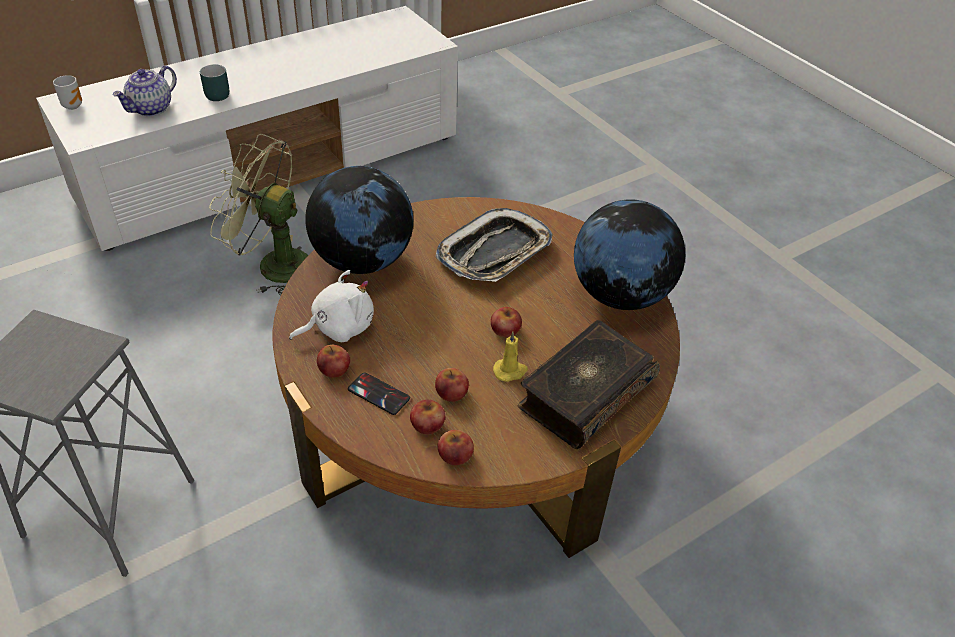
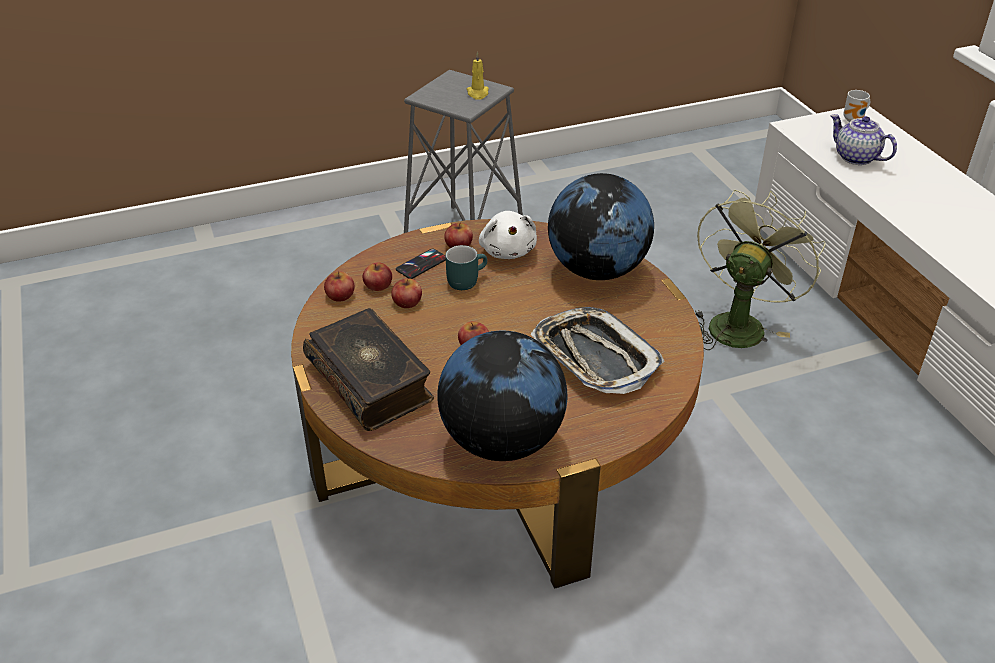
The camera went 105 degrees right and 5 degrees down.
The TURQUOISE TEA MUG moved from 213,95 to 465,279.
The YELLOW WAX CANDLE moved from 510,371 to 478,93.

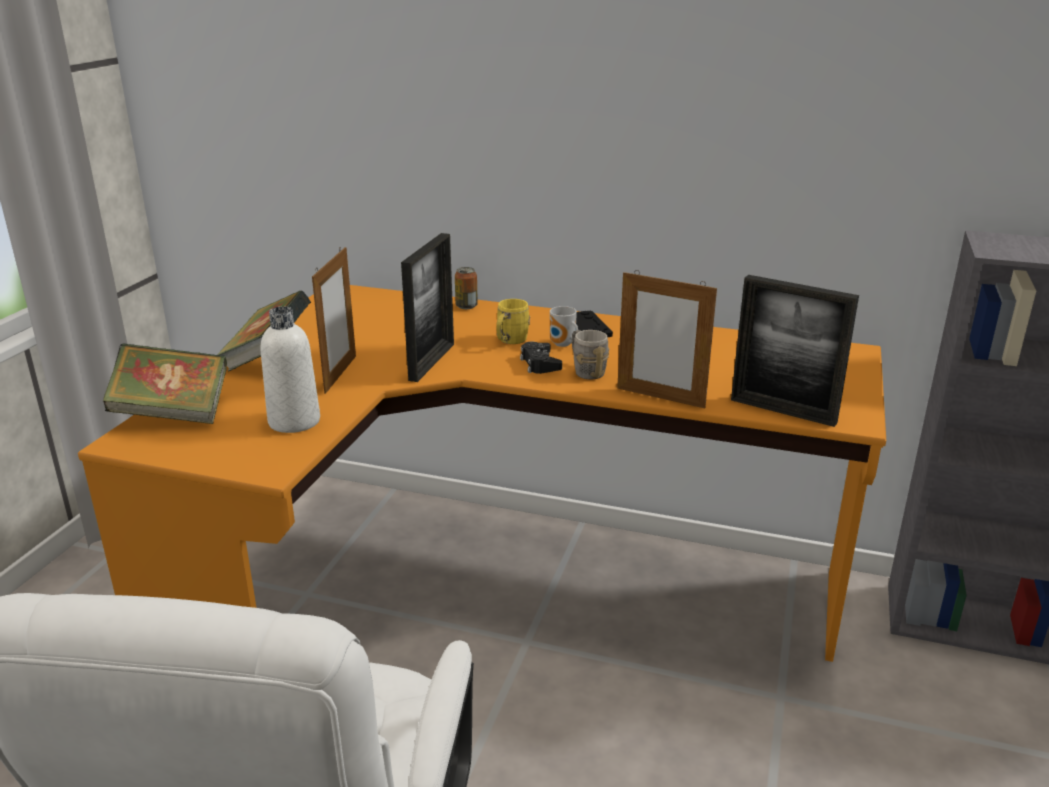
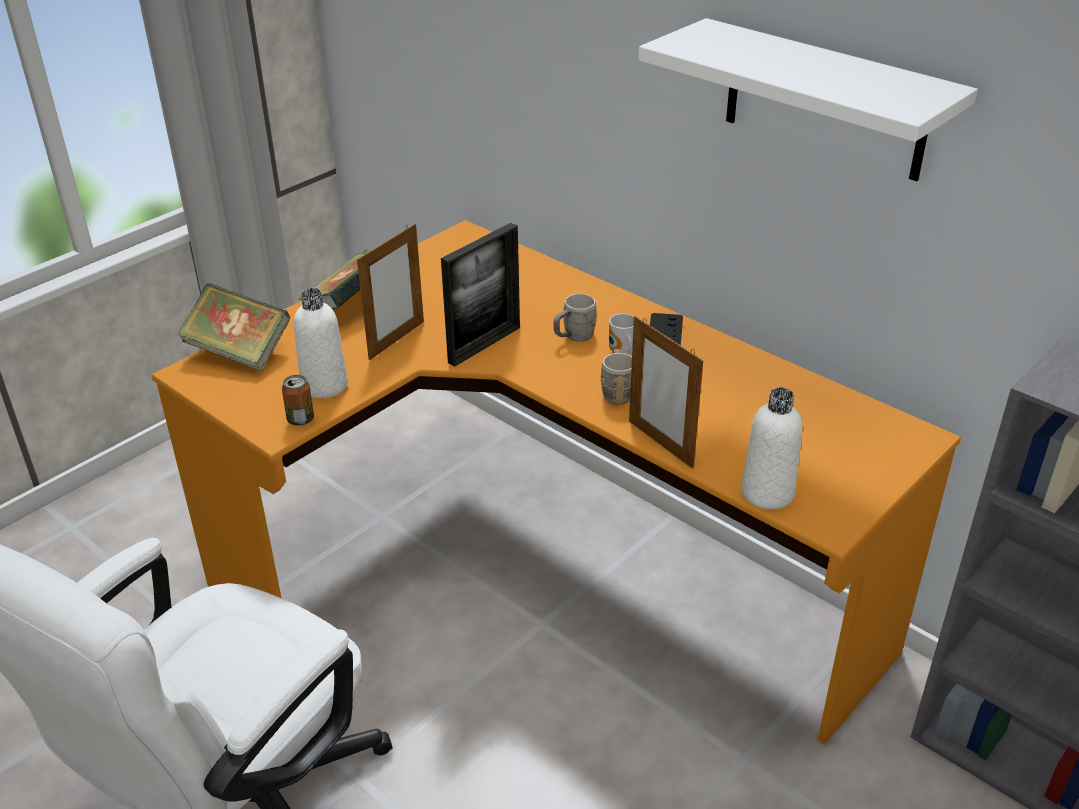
The camera went 25 degrees right and 10 degrees up.
The CAN moved from 466,306 to 300,419.
The YELLOW TEA MUG at 510,341 became the GRAY TEA MUG at 574,337.
The WHITE-COLOURED WALL SHELF at 825,100 appeared.
The STANDING FRAME at 783,411 was replaced by the WHITE-COLOURED DRINK BOTTLE at 767,493.
The BLACKISH GAMEPAD at 540,364 disappeared.

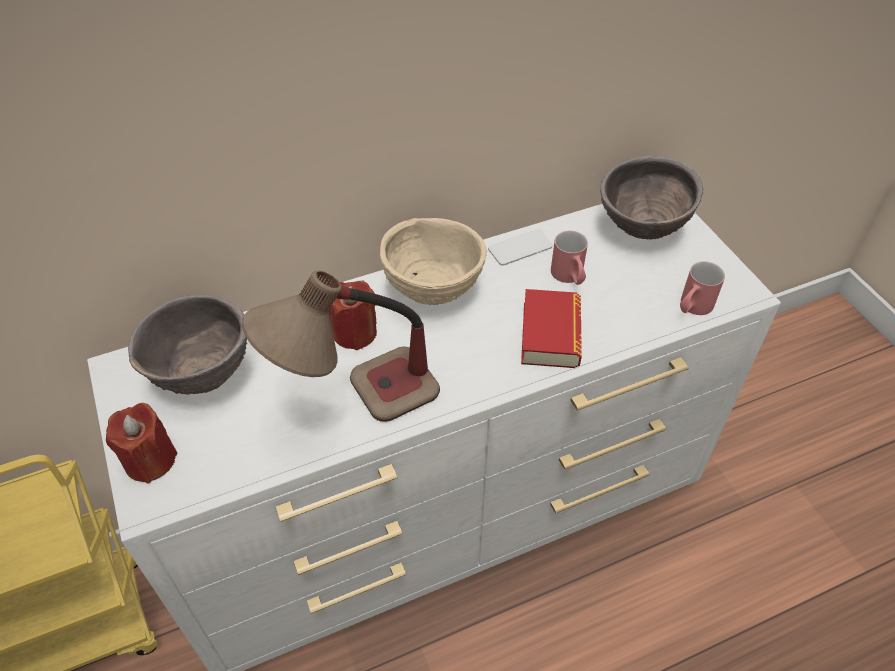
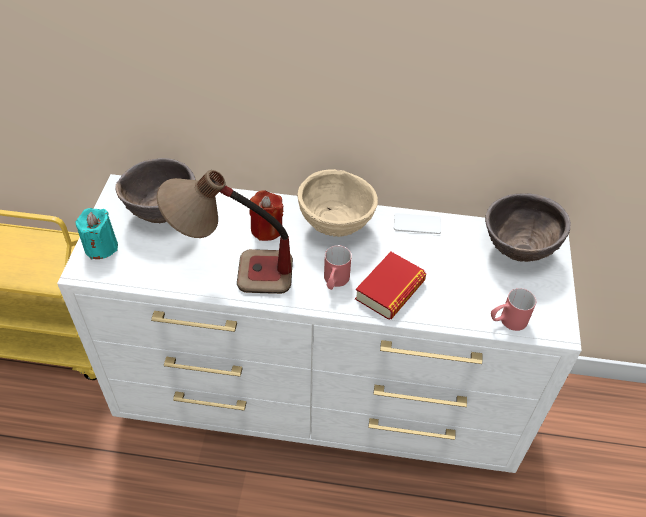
The camera went 30 degrees right and 0 degrees up.
The RED-COLOURED WAX CANDLE at 150,460 became the TURQUOISE WAX CANDLE at 101,247.
The RED-COLOURED TEA MUG moved from 569,278 to 334,282.

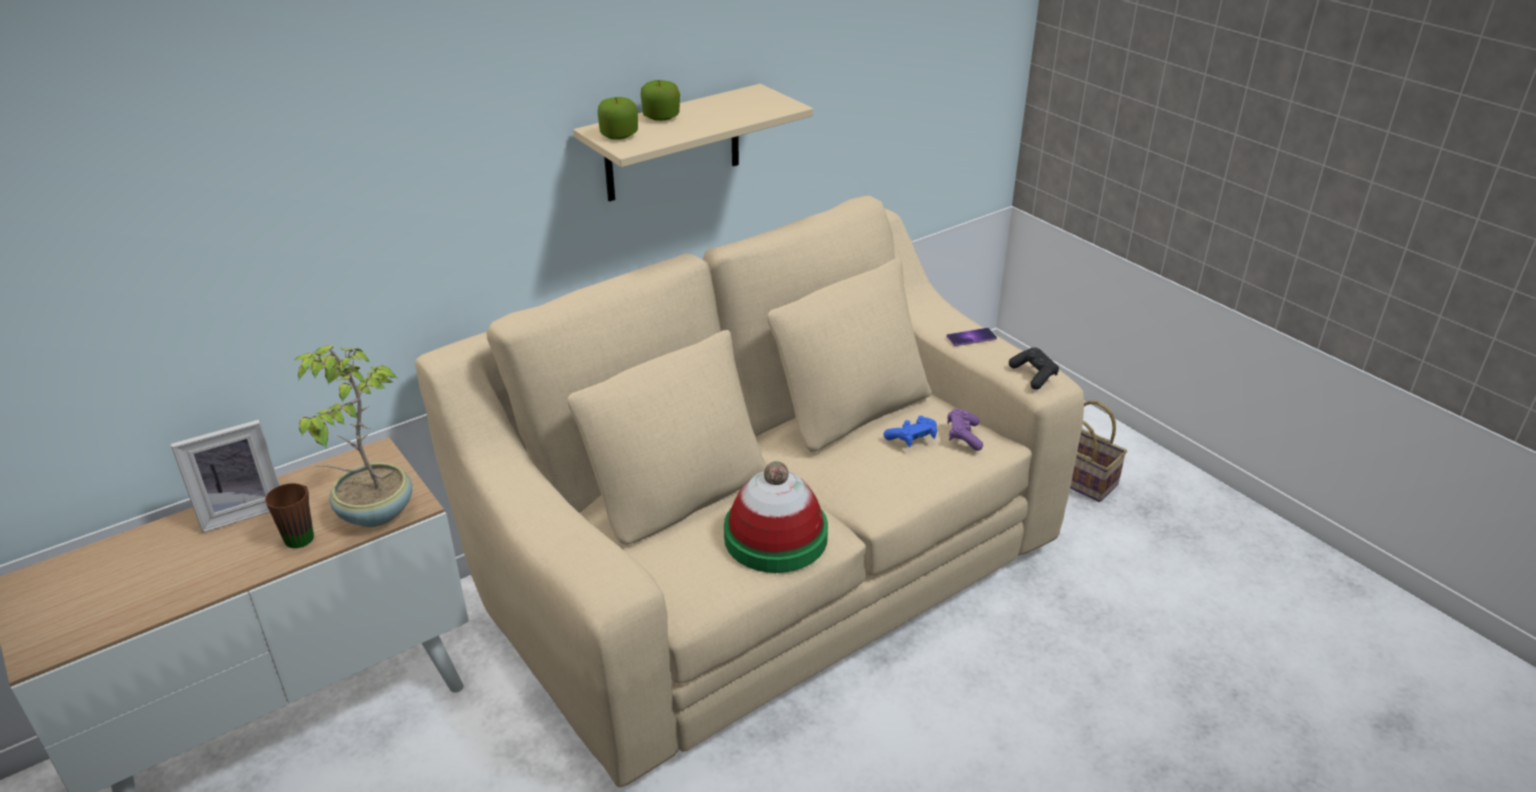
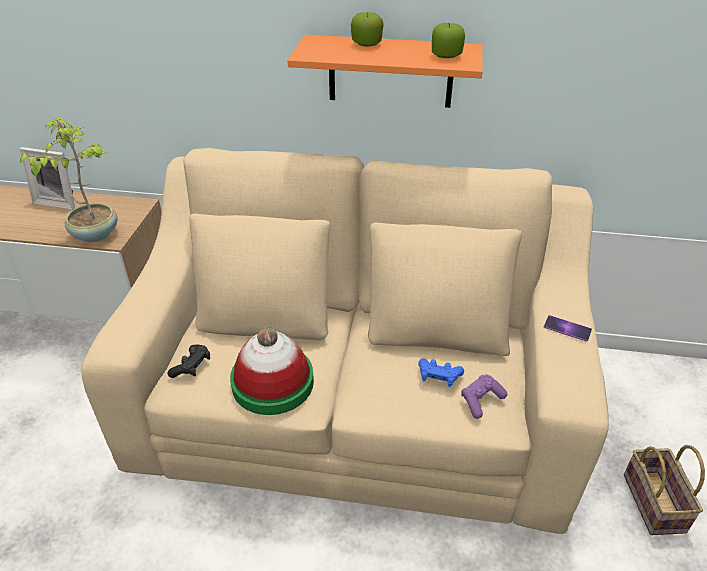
The camera went 45 degrees right and 5 degrees up.
The BLACKISH GAMEPAD moved from 1033,375 to 192,367.
The BEIGE WALL SHELF at 672,144 became the ORANGE-COLOURED WALL SHELF at 390,71.
The APPLE FRUIT moved from 619,135 to 446,55.
The BROWN-COLOURED TEA MUG at 302,533 disappeared.

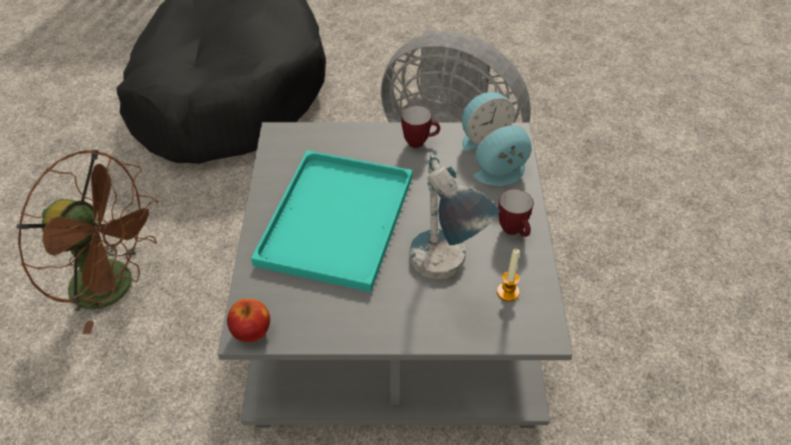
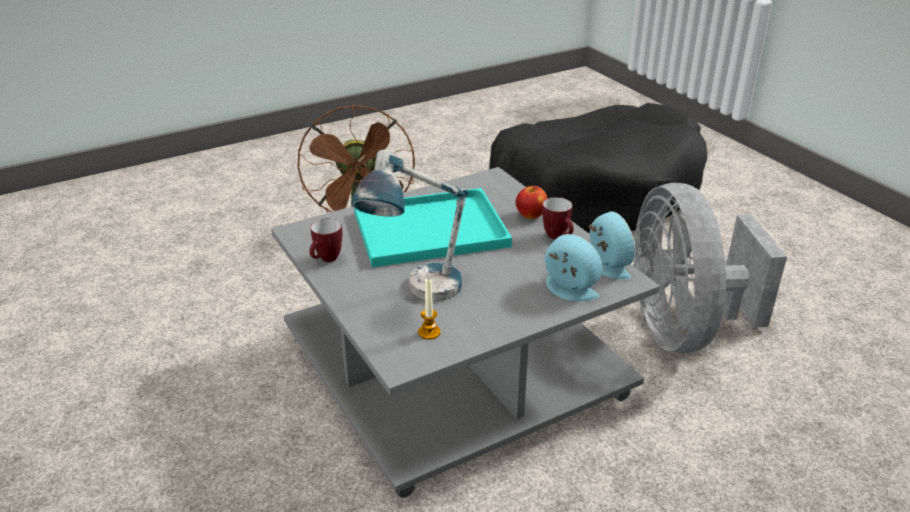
The camera went 60 degrees right and 15 degrees down.
The TEA MUG moved from 514,232 to 326,260.
The APPLE FRUIT moved from 251,332 to 530,215.
The BEDSIDE CLOCK at 483,136 turned 150 degrees counterclockwise.

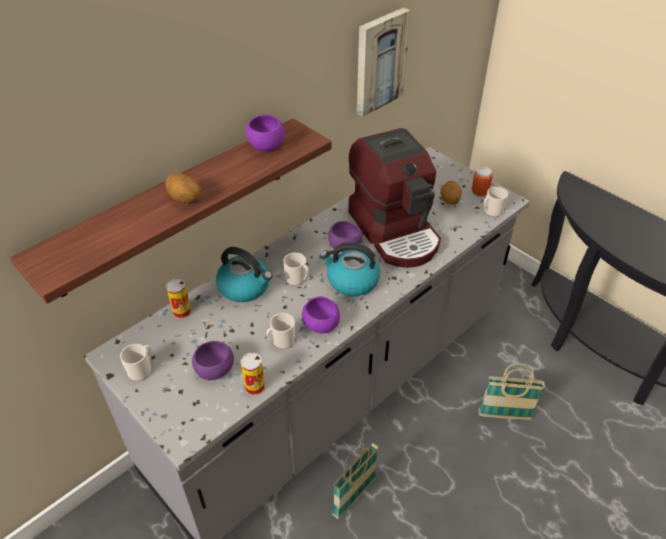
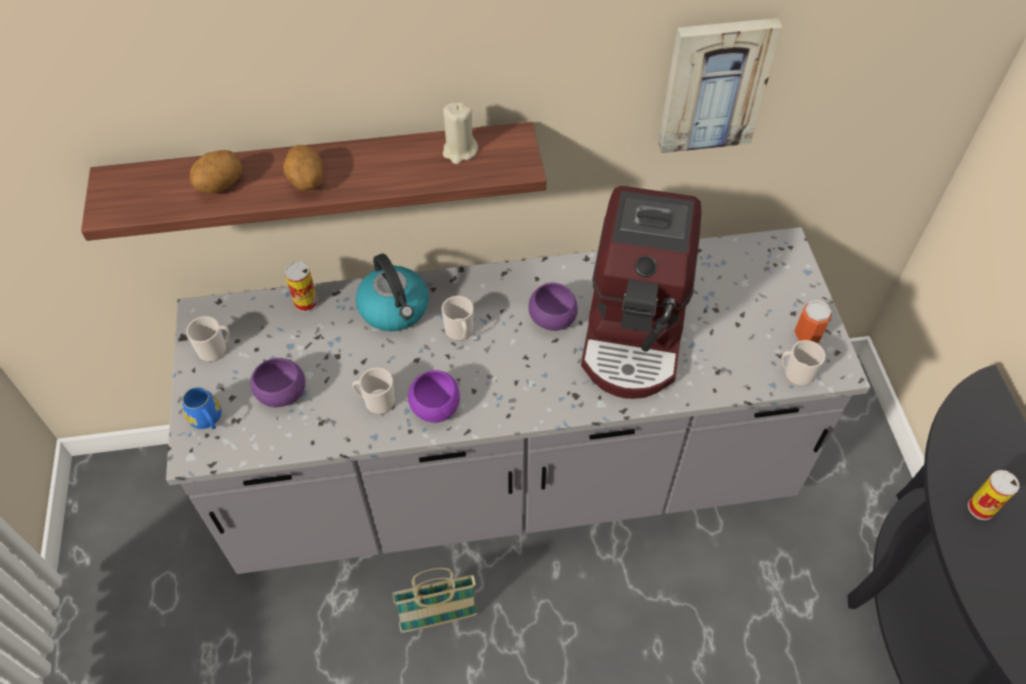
The camera went 35 degrees right and 10 degrees up.
The BLUE TEA MUG at 207,420 appeared.
The WHOLE POTATO moved from 449,201 to 220,185.
The PURPLISH SERVING BOWL at 266,147 was replaced by the BEIGE WAX CANDLE at 459,151.
The CAN moved from 254,387 to 981,508.
The WATER KETTLE at 351,281 disappeared.
The HOUSEHOLD BASKET at 504,415 disappeared.

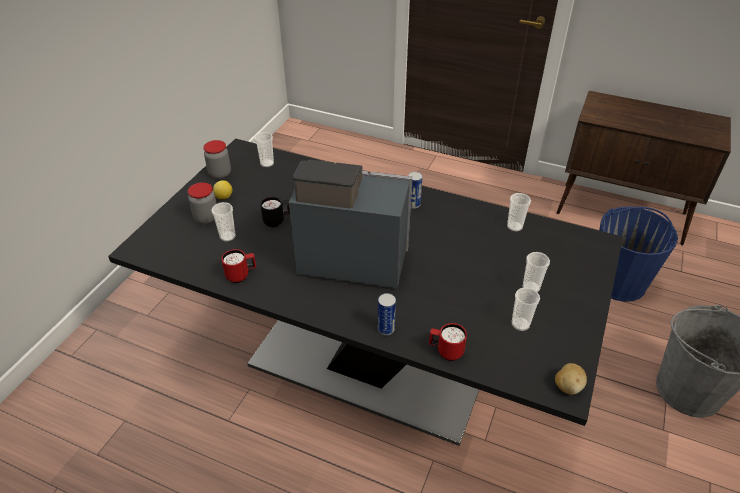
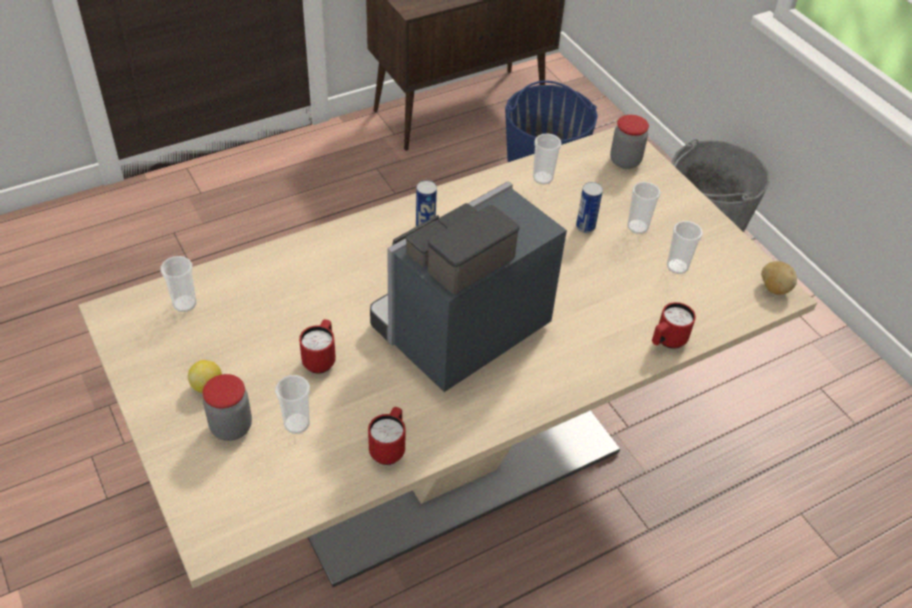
The camera went 55 degrees left and 5 degrees up.
The BLACKISH KITCHEN TABLE at 369,363 became the BEIGE KITCHEN TABLE at 446,458.
The BLACKISH TEA MUG at 277,221 became the RED-COLOURED TEA MUG at 321,359.
The CAN moved from 386,329 to 585,227.
The PRESERVE JAR moved from 220,173 to 625,161.

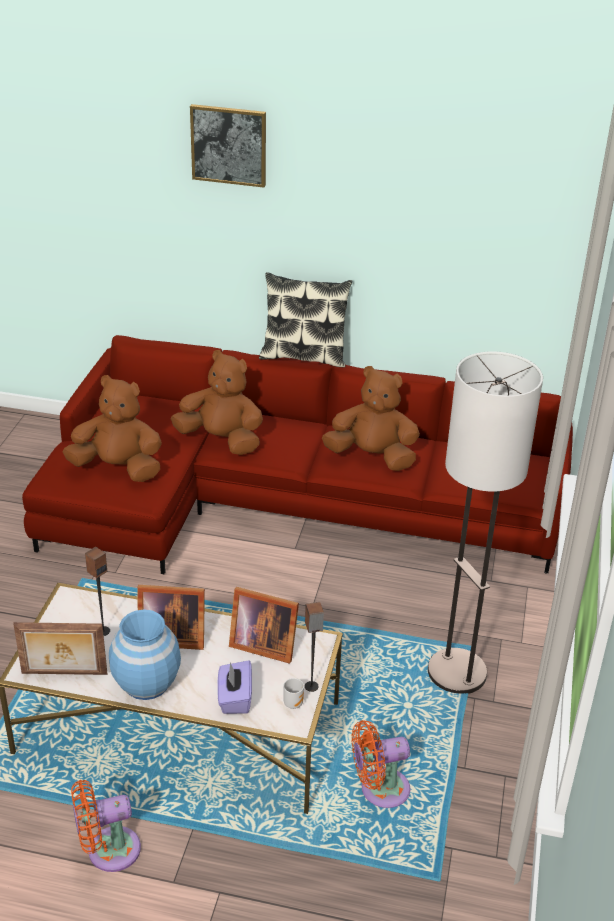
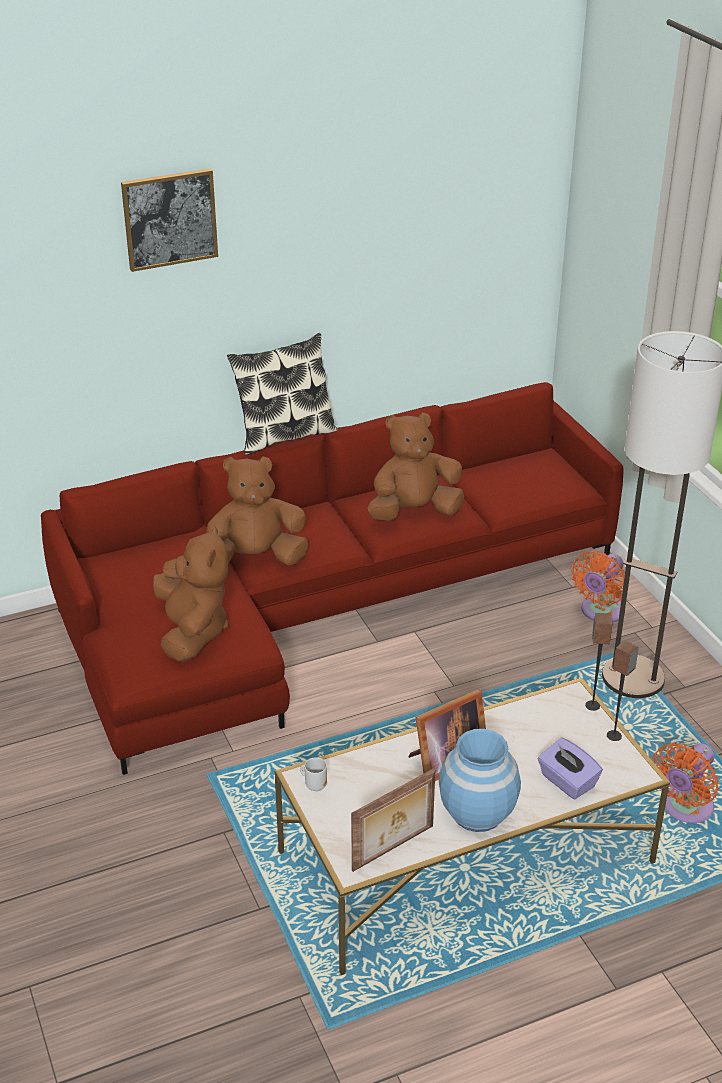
The camera went 35 degrees left and 0 degrees up.
The BROWN-COLOURED PLUSH TOY at 118,468 turned 105 degrees clockwise.
The TEA MUG moved from 293,703 to 315,785.
The ORANGE-COLOURED FAN moved from 108,851 to 600,612.
The SPEAKER moved from 103,631 to 592,705.
The STANDING FRAME at 262,644 disappeared.

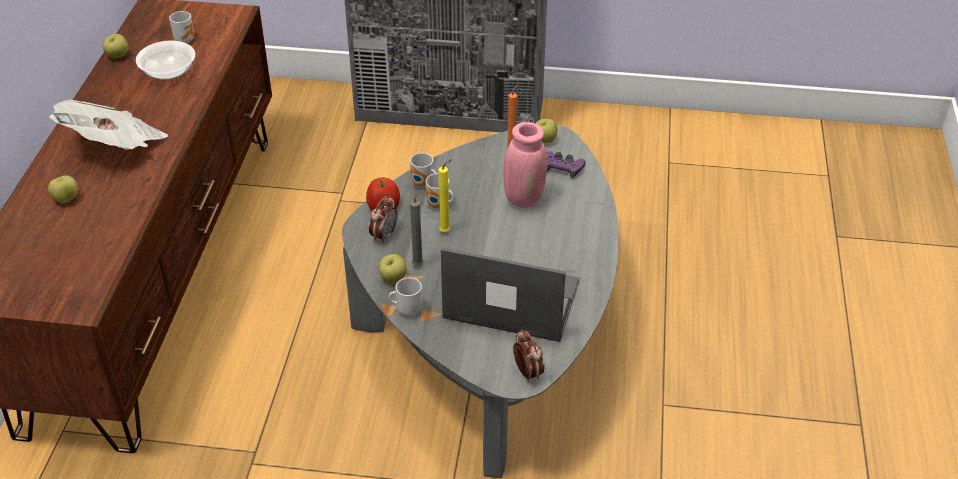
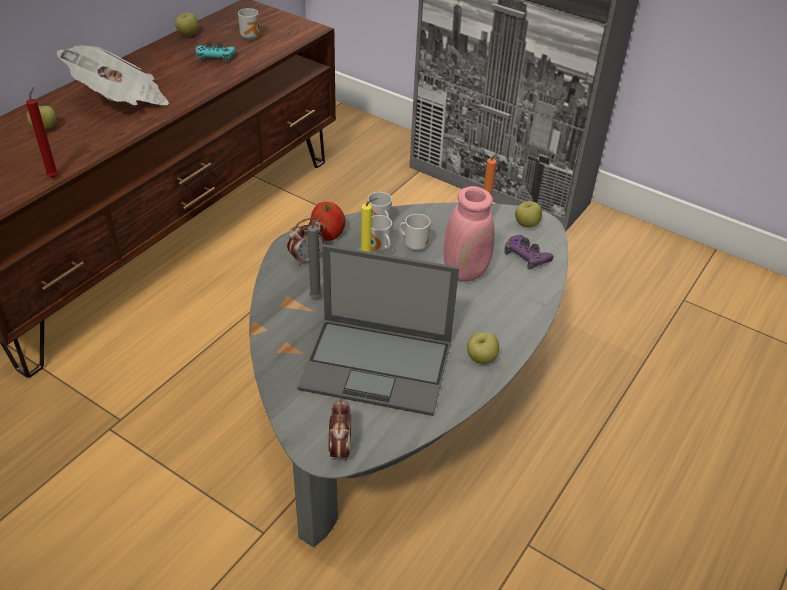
The camera went 25 degrees right and 0 degrees up.
The RED-COLOURED WAX CANDLE at 54,176 appeared.
The SERVING BOWL at 168,72 was replaced by the TURQUOISE GAMEPAD at 215,57.
The PORTABLE COMPUTER at 509,299 turned 150 degrees clockwise.
The TEA MUG moved from 408,309 to 414,245.
The APPLE FRUIT moved from 393,278 to 481,359.

